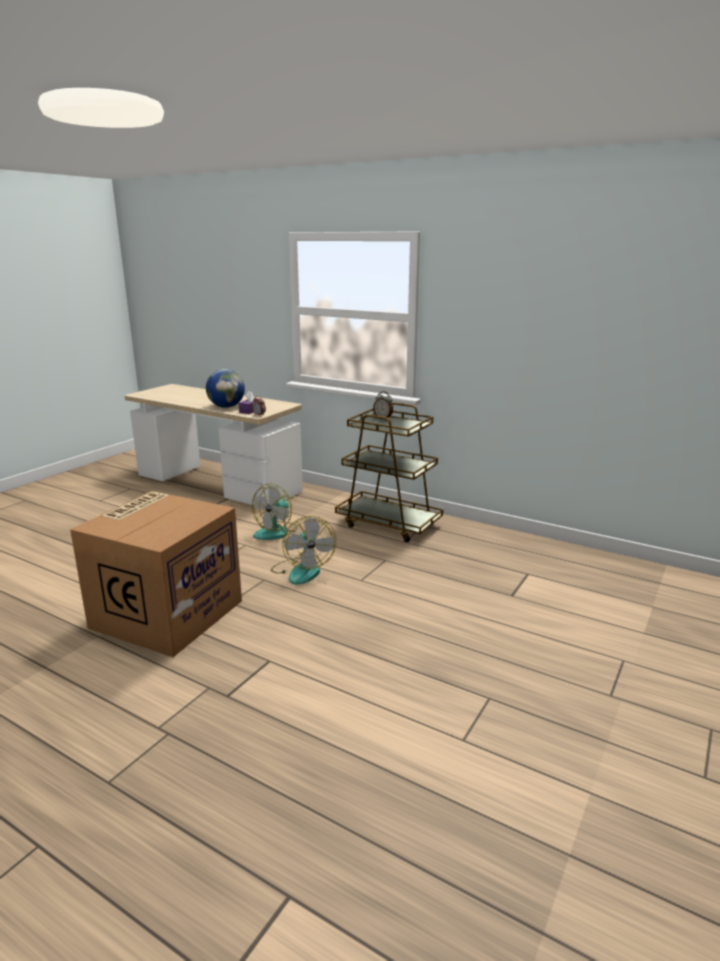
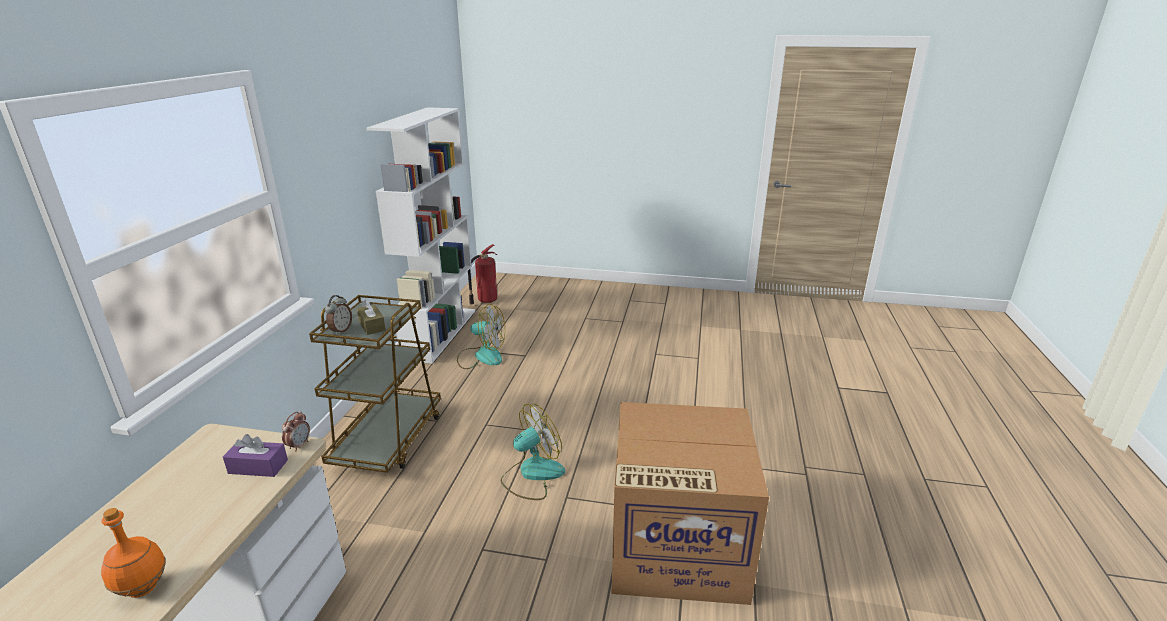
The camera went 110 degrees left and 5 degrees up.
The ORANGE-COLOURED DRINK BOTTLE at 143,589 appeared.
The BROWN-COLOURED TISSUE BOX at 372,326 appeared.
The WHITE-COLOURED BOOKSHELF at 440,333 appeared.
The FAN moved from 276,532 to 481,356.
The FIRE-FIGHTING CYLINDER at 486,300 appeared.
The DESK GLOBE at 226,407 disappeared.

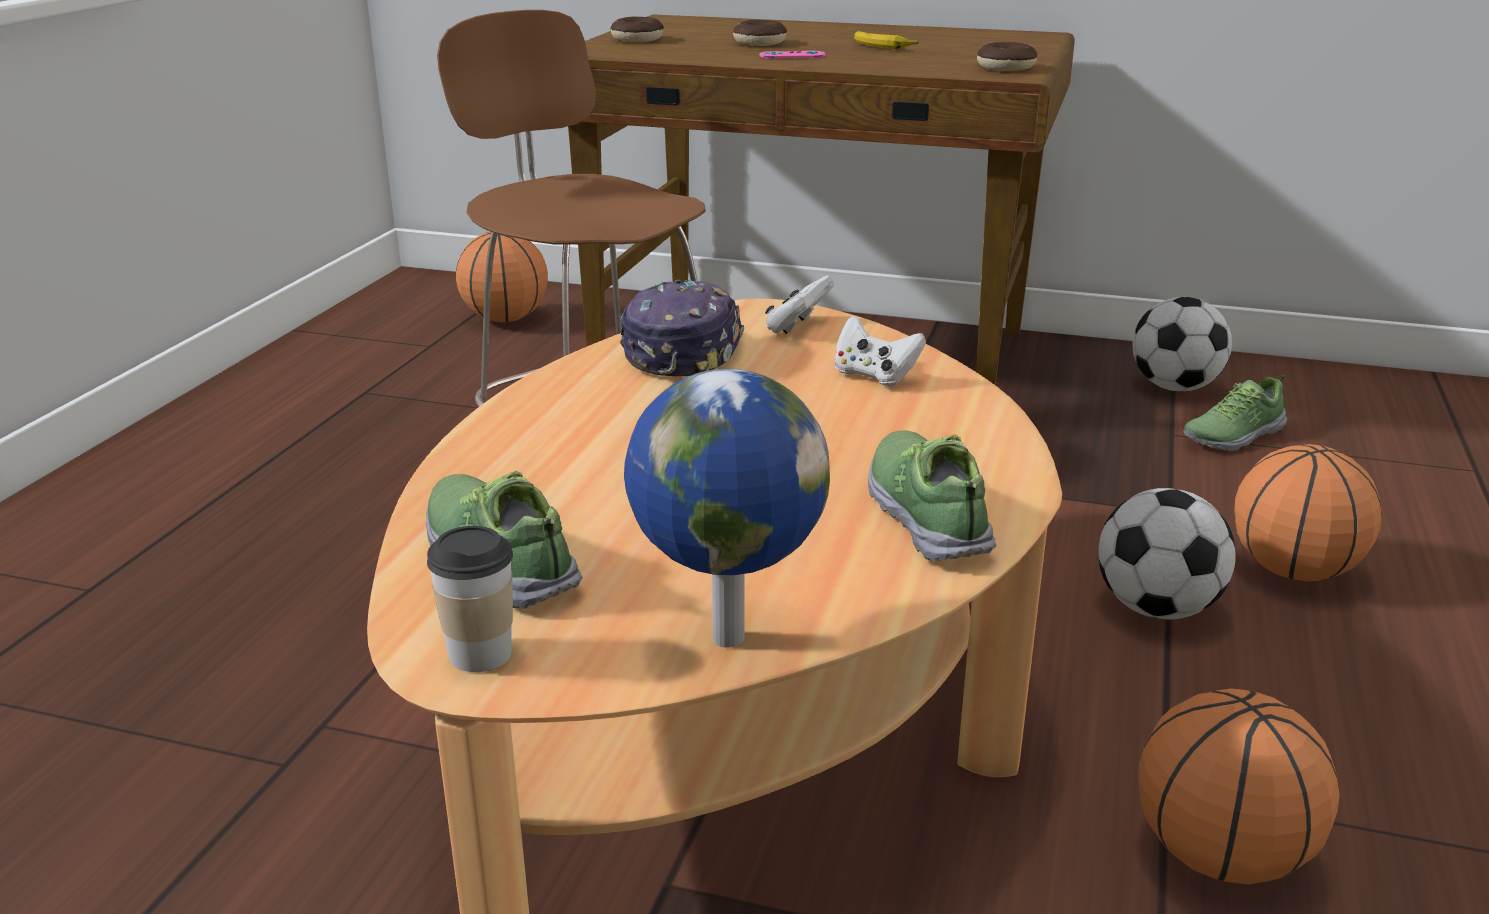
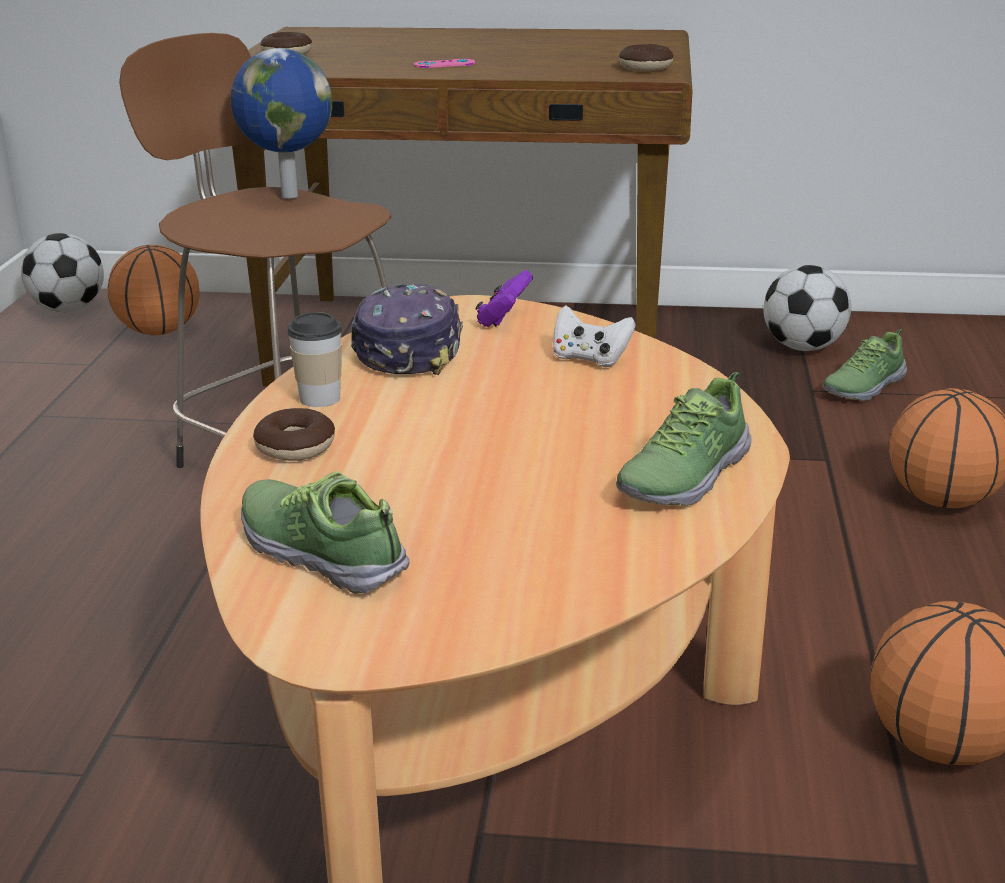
The camera went 10 degrees left and 0 degrees up.
The FOOTBALL moved from 1157,608 to 69,309.
The DESK GLOBE moved from 724,637 to 287,196.
The RING DOUGHNUT moved from 759,43 to 295,447.
The DRINKING CUP moved from 480,654 to 320,398.
The WHITE-COLOURED GAMEPAD at 797,327 became the PURPLISH GAMEPAD at 503,320.
The ITEM OF FOOTWEAR at 928,514 turned 120 degrees counterclockwise.
The WHOLE BANANA at 882,46 disappeared.

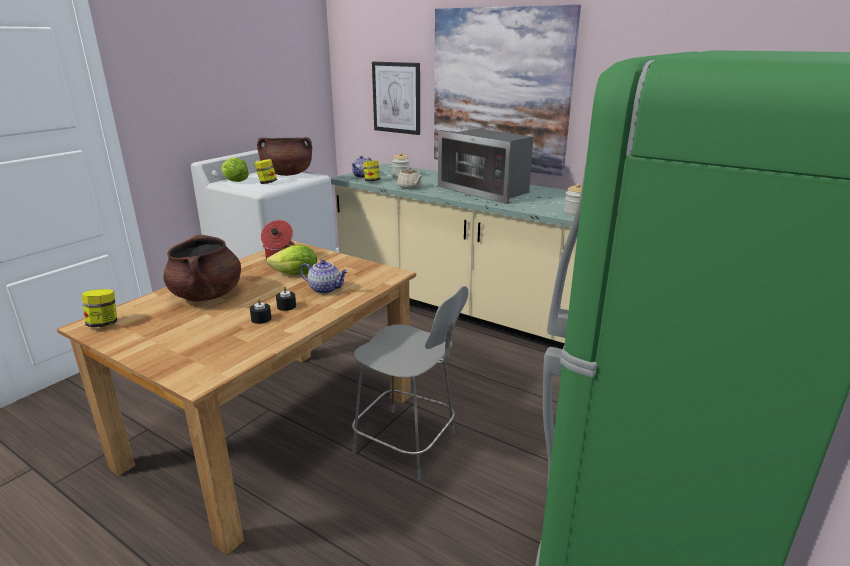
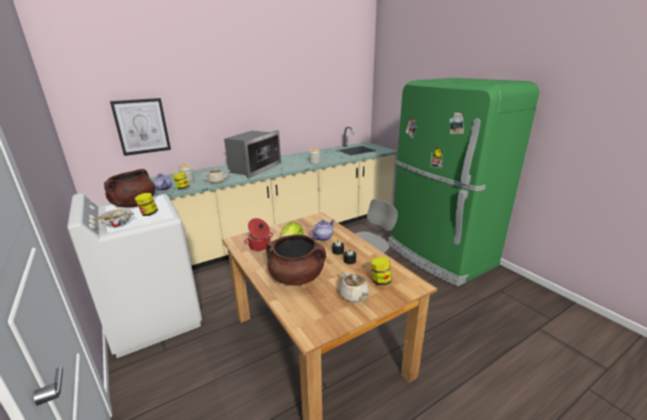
The camera went 65 degrees left and 0 degrees up.
The LETTUCE HEAD at 235,181 was replaced by the SERVING BOWL at 118,225.
The MICROWAVE at 486,190 turned 45 degrees counterclockwise.
The BEIGE POT FOR TEA at 354,296 appeared.
The PRESERVE JAR moved from 104,324 to 380,281.
The WALL PICTURE at 500,90 disappeared.

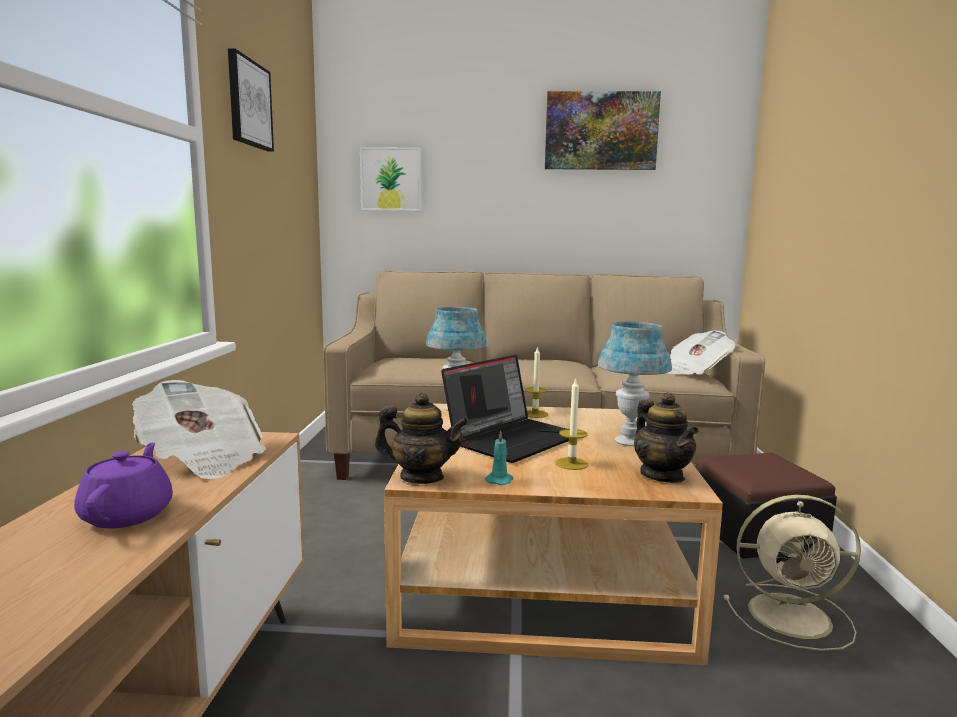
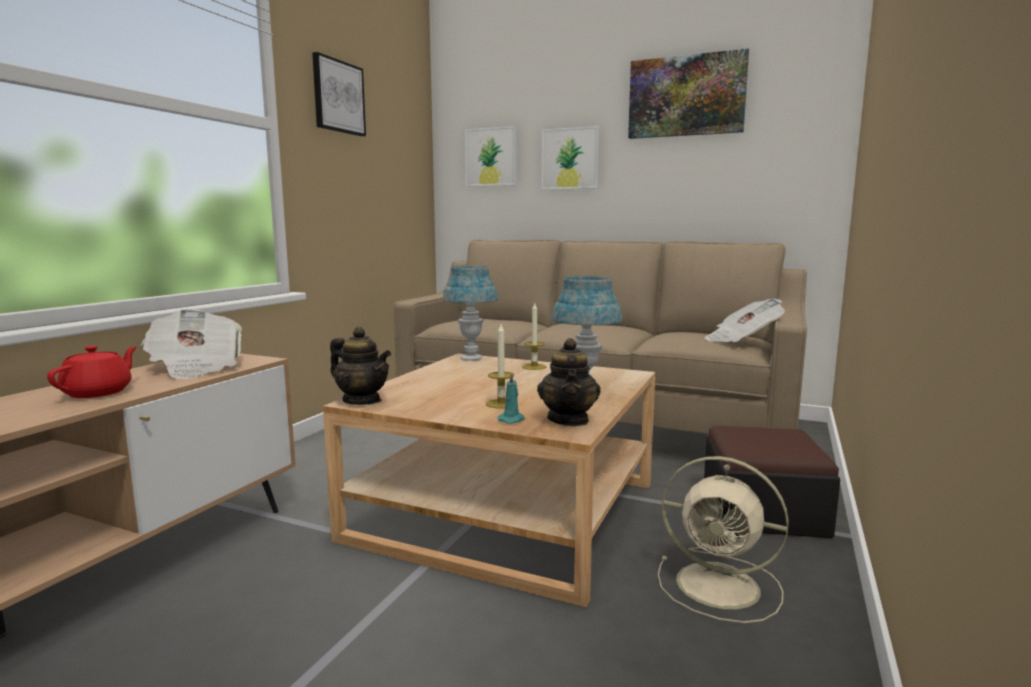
The camera went 20 degrees right and 0 degrees up.
The PURPLISH POT FOR TEA at 128,515 became the RED-COLOURED POT FOR TEA at 99,392.
The TURQUOISE WAX CANDLE moved from 499,480 to 512,420.
The WALL PICTURE at 570,159 appeared.
The PORTABLE COMPUTER at 512,438 disappeared.

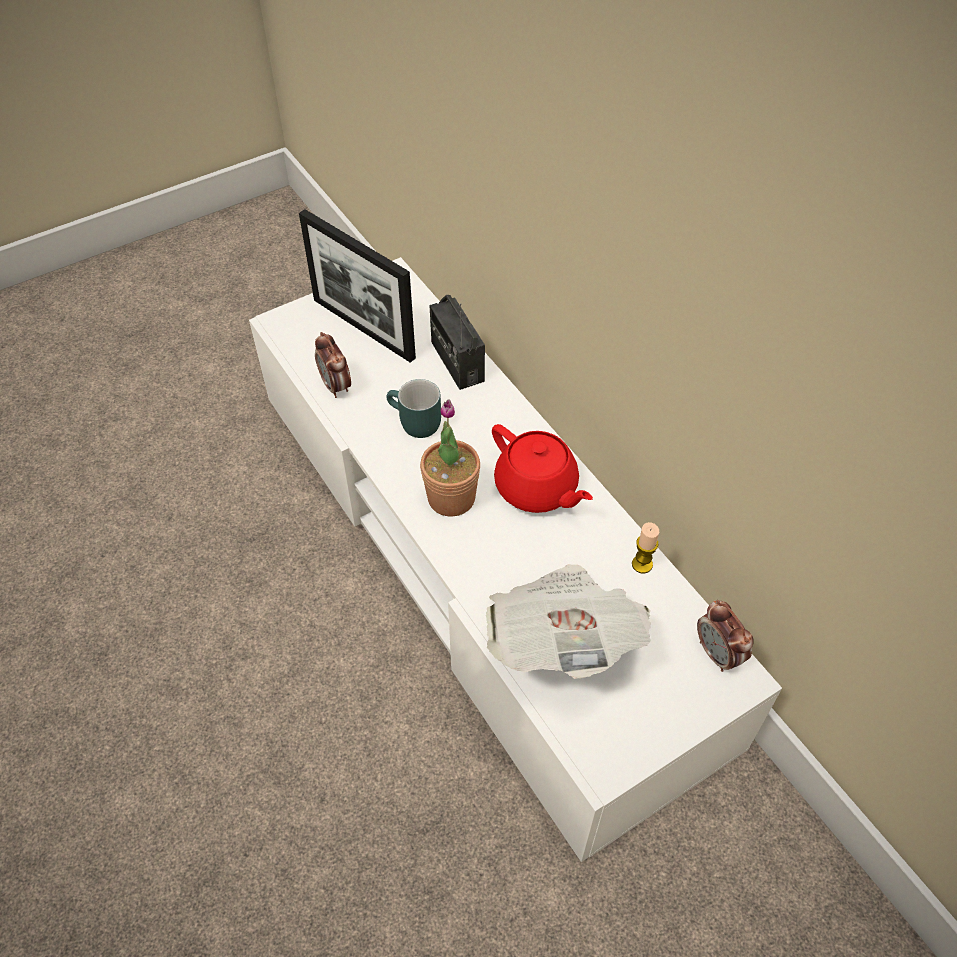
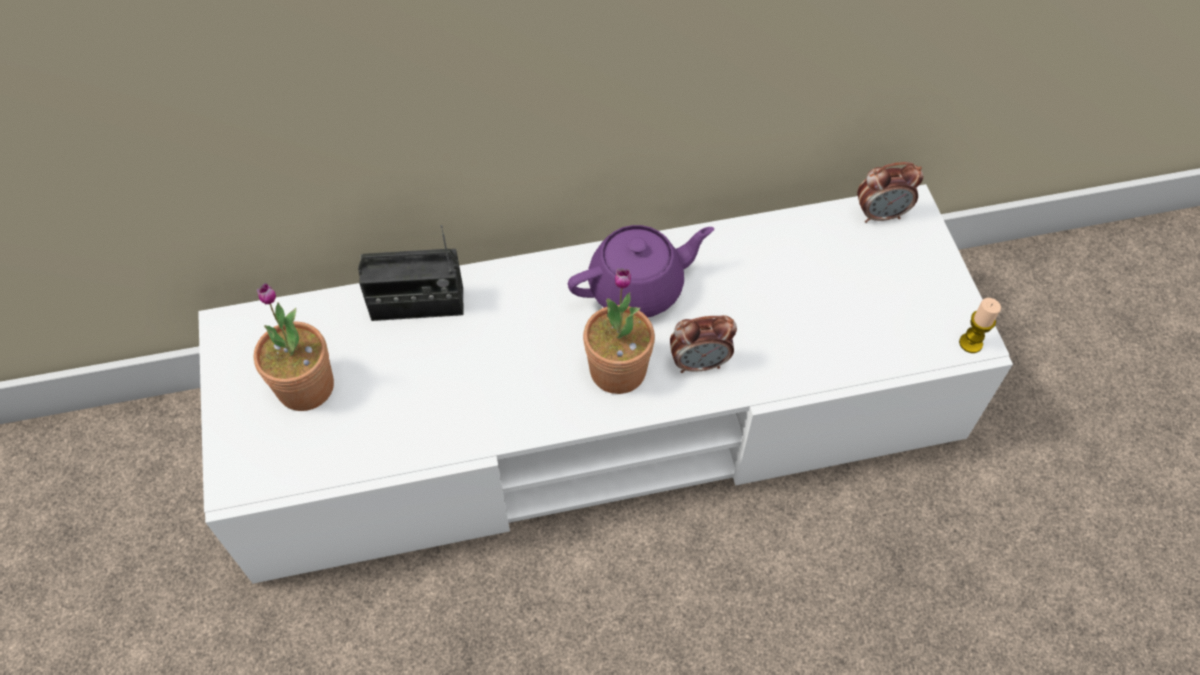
The camera went 70 degrees left and 5 degrees up.
The STANDING FRAME at 363,328 was replaced by the HOUSEPLANT at 305,387.
The RED-COLOURED POT FOR TEA at 537,488 became the PURPLISH POT FOR TEA at 638,288.
The BEDSIDE CLOCK moved from 336,386 to 699,363.
The WAX CANDLE moved from 642,564 to 970,343.
The TURQUOISE TEA MUG at 413,424 disappeared.
The NEWSPAPER at 562,639 disappeared.

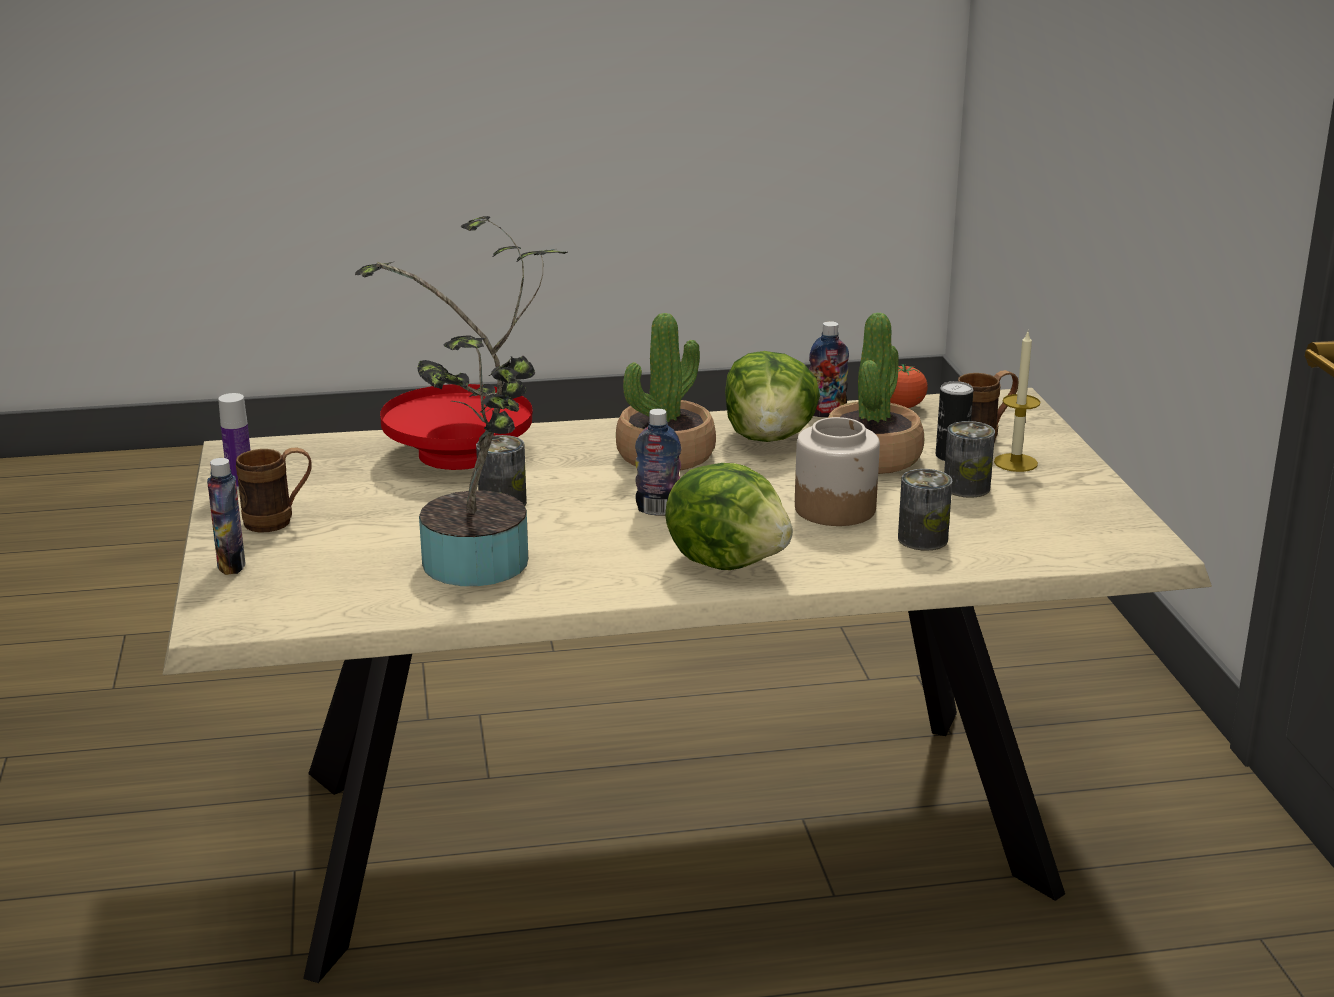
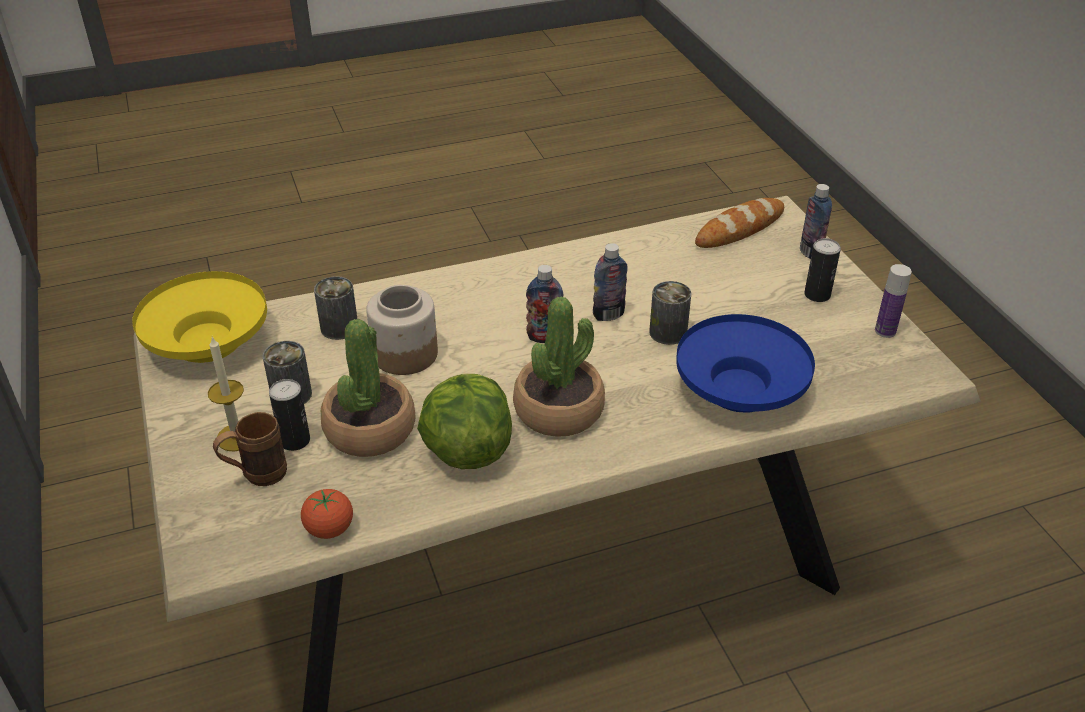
The camera went 170 degrees right and 15 degrees up.
The YELLOW SERVING BOWL at 207,342 appeared.
The DRINK BOTTLE moved from 826,413 to 608,314.
The RED-COLOURED SERVING BOWL at 459,454 became the BLUE SERVING BOWL at 740,389.
The BAKED BREAD at 740,228 appeared.
The BROWN-COLOURED TEA MUG at 279,521 was replaced by the CAN at 817,295.
The HOUSEPLANT at 480,567 disappeared.
The LETTUCE HEAD at 728,561 disappeared.

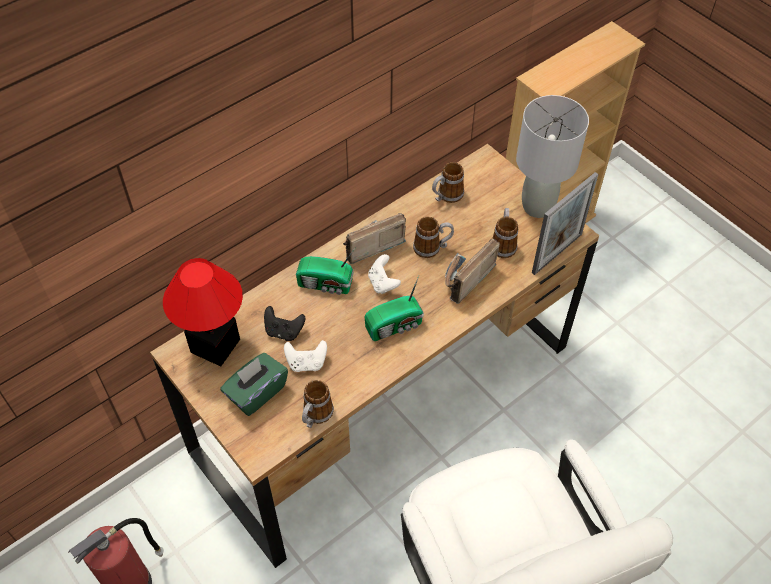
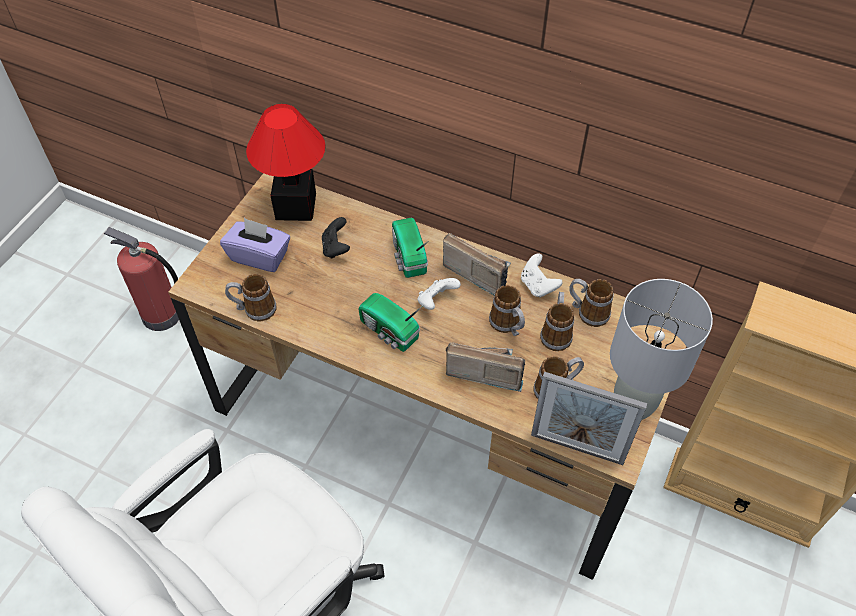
The camera went 65 degrees right and 0 degrees up.
The GREEN TISSUE BOX at 256,392 became the PURPLISH TISSUE BOX at 259,256.
The WHITE-COLOURED GAMEPAD moved from 306,363 to 538,285.
The TEA MUG at 556,332 appeared.

